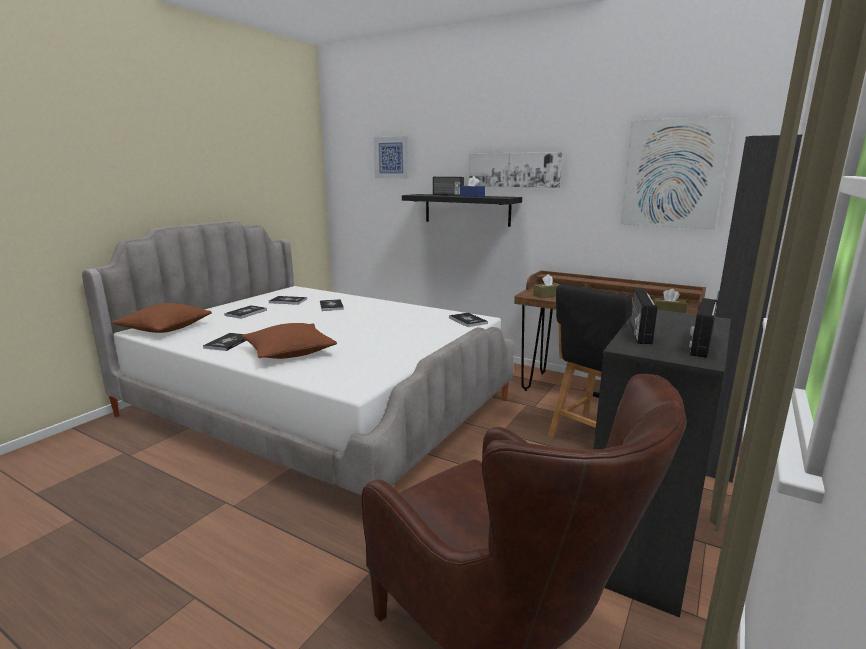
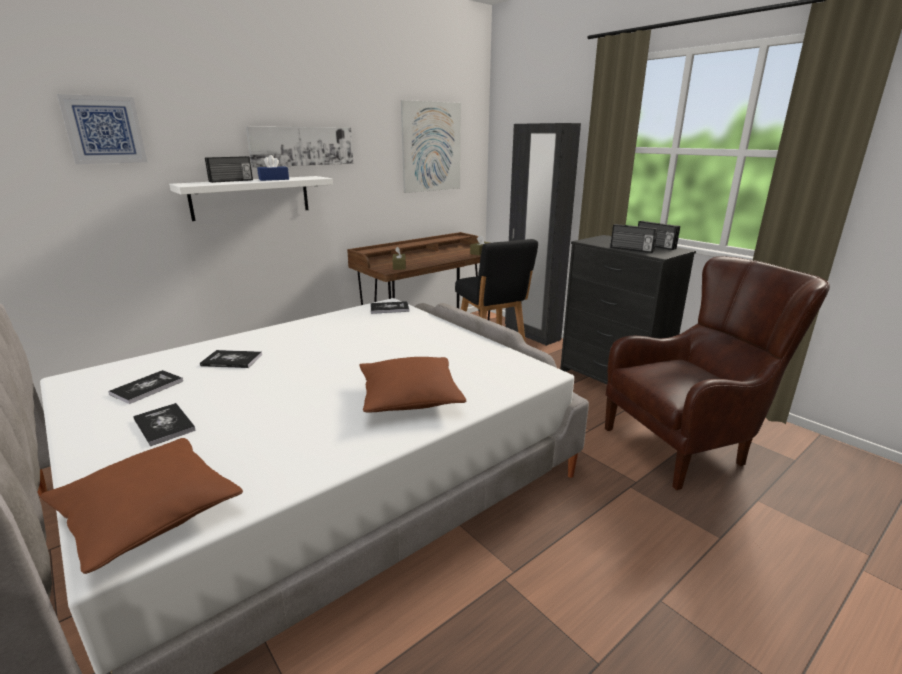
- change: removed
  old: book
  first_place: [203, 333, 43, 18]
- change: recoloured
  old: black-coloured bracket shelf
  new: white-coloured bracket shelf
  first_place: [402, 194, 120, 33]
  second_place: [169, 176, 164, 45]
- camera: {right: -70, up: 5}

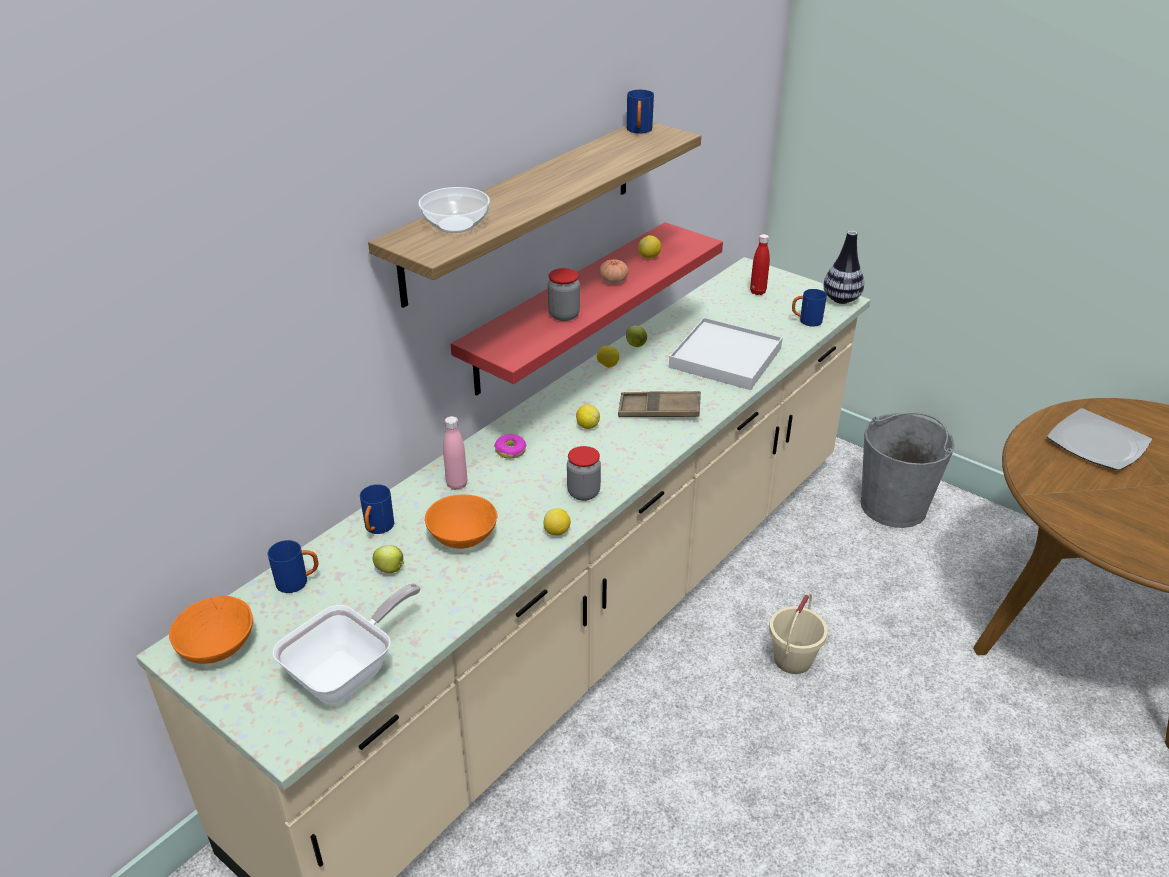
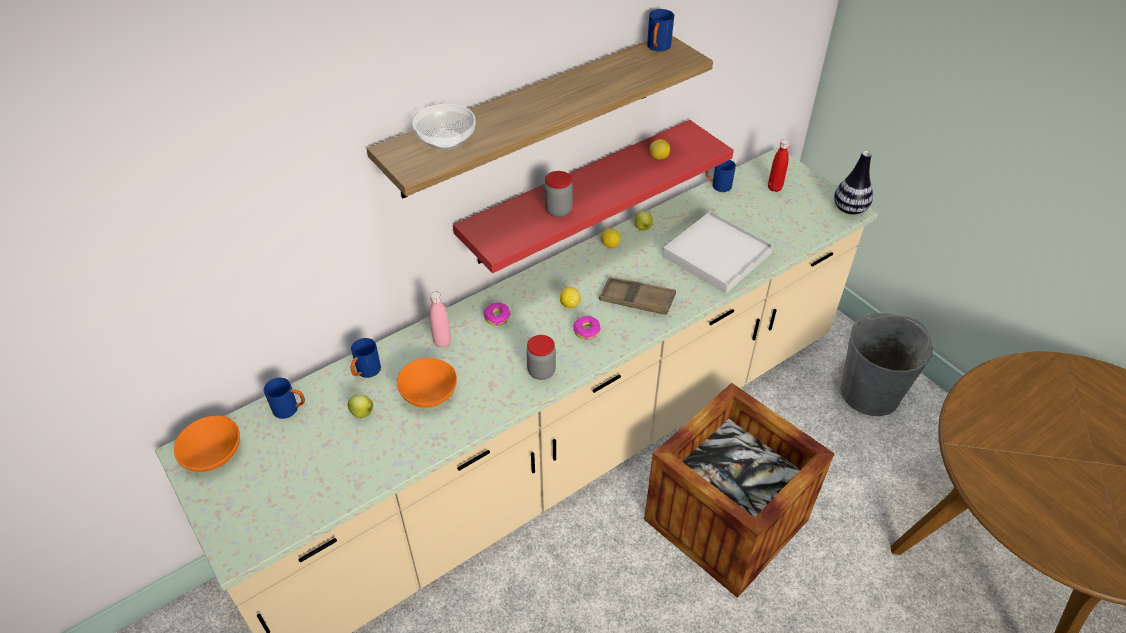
- change: removed
  old: skillet
  first_place: [273, 583, 148, 121]
- change: removed
  old: lemon
  first_place: [544, 508, 27, 27]
- change: removed
  old: whole tomato
  first_place: [599, 259, 30, 24]
- change: replaced
  old: sand-coloured water bucket
  new: packing crate
  first_place: [769, 593, 59, 81]
  second_place: [644, 383, 191, 215]
- change: moved
  old: blue tea mug
  first_place: [792, 289, 35, 38]
  second_place: [705, 160, 31, 32]
- change: removed
  old: flat dish
  first_place: [1047, 408, 105, 62]
- change: added
  new: doughnut
  second_place: [573, 316, 28, 24]
- camera: {right: 15, up: 10}

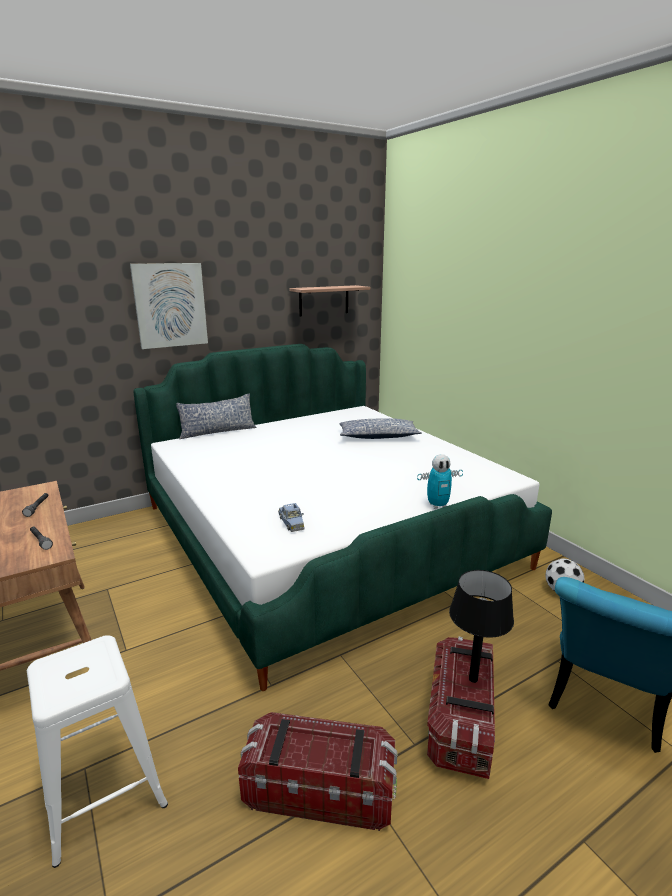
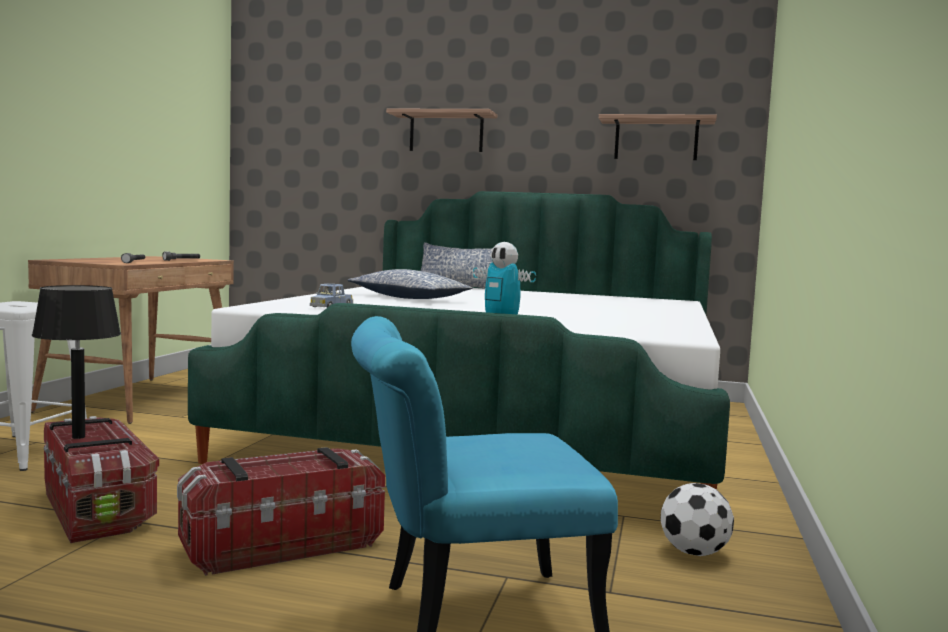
- change: replaced
  old: wall art
  new: bracket shelf
  first_place: [130, 263, 78, 86]
  second_place: [386, 109, 111, 43]
- change: moved
  old: cushion
  first_place: [339, 418, 83, 21]
  second_place: [348, 269, 124, 30]
- change: moved
  old: black-coloured table lamp
  first_place: [449, 570, 65, 113]
  second_place: [32, 285, 89, 154]
- camera: {right: 45, up: -15}

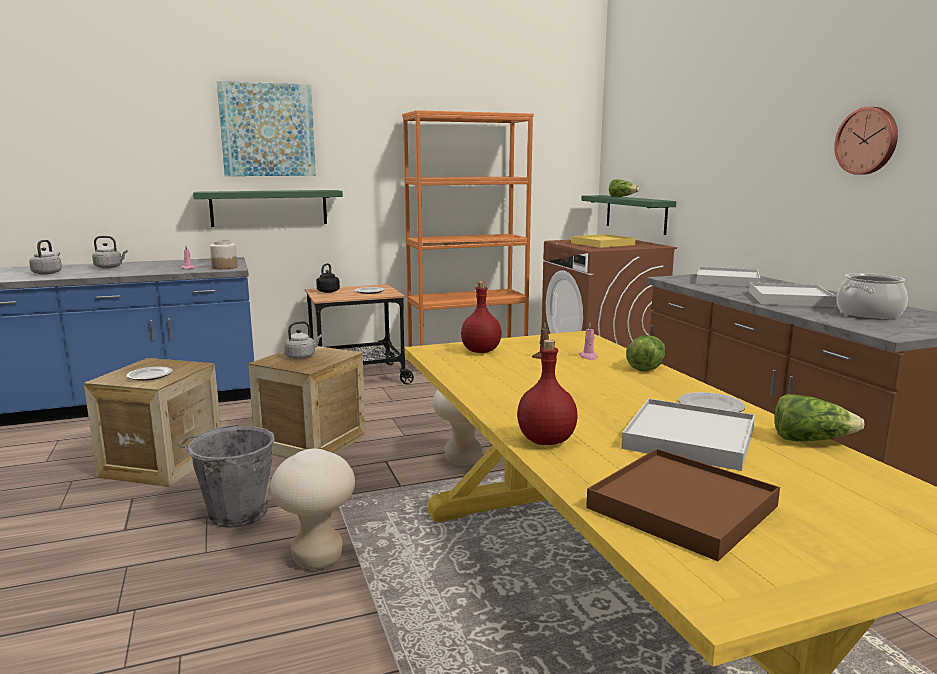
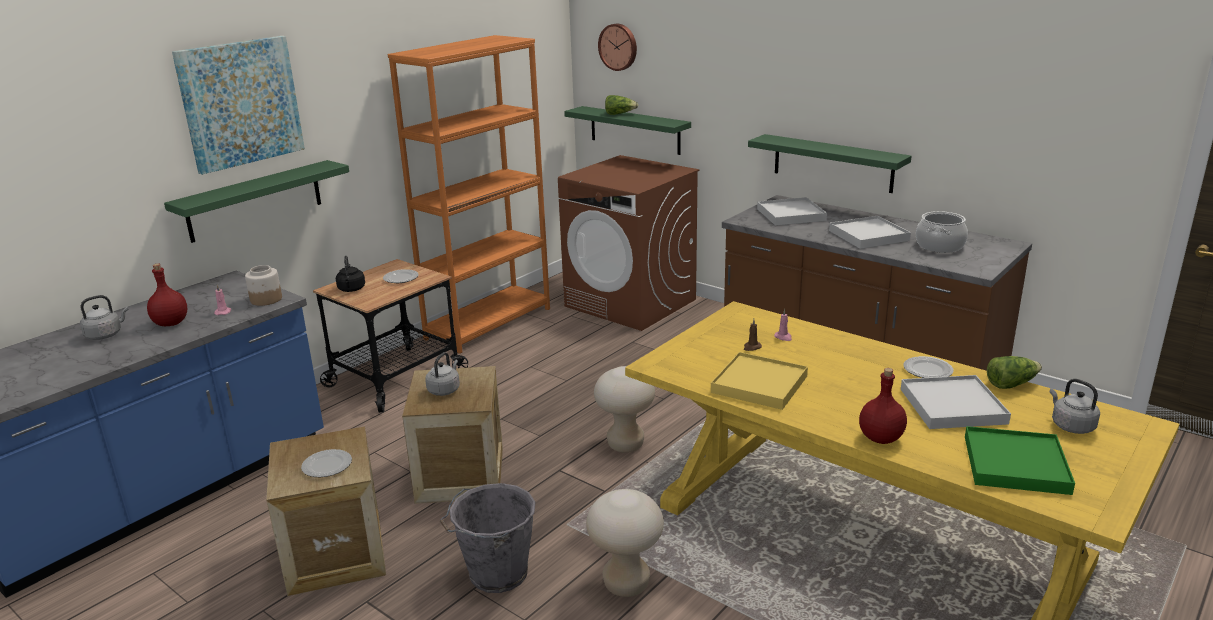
- change: moved
  old: greyish kettle
  first_place: [29, 240, 33, 35]
  second_place: [1050, 379, 50, 55]
- change: moved
  old: reddish beverage bottle
  first_place: [461, 282, 40, 71]
  second_place: [147, 264, 40, 62]
- change: moved
  old: yellow-coloured tray
  first_place: [571, 234, 65, 14]
  second_place: [711, 352, 97, 58]
- change: recoloured
  old: brown tray
  new: green tray
  first_place: [586, 449, 194, 112]
  second_place: [965, 426, 110, 69]
- change: removed
  old: lettuce head
  first_place: [626, 336, 40, 36]
- change: moved
  old: wall clock
  first_place: [834, 107, 64, 68]
  second_place: [598, 24, 39, 47]
- change: added
  new: green bracket shelf
  second_place: [748, 134, 163, 59]
- camera: {right: -30, up: 10}

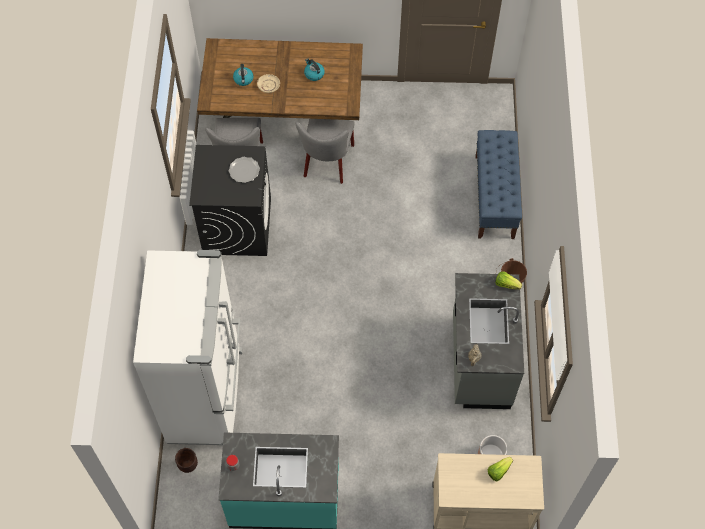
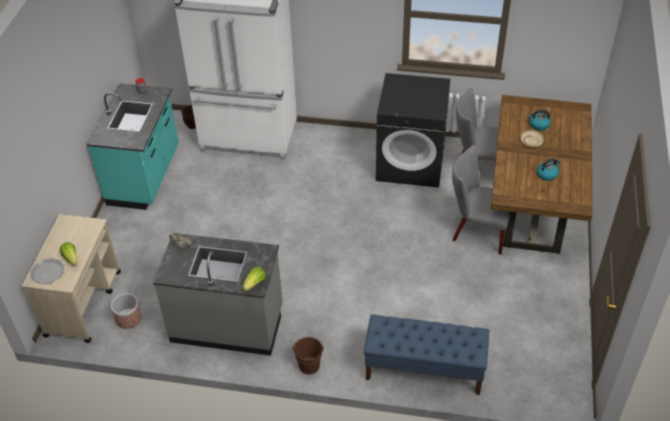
- change: moved
  old: flat dish
  first_place: [229, 157, 31, 26]
  second_place: [30, 258, 34, 26]
- camera: {right: 100, up: -15}

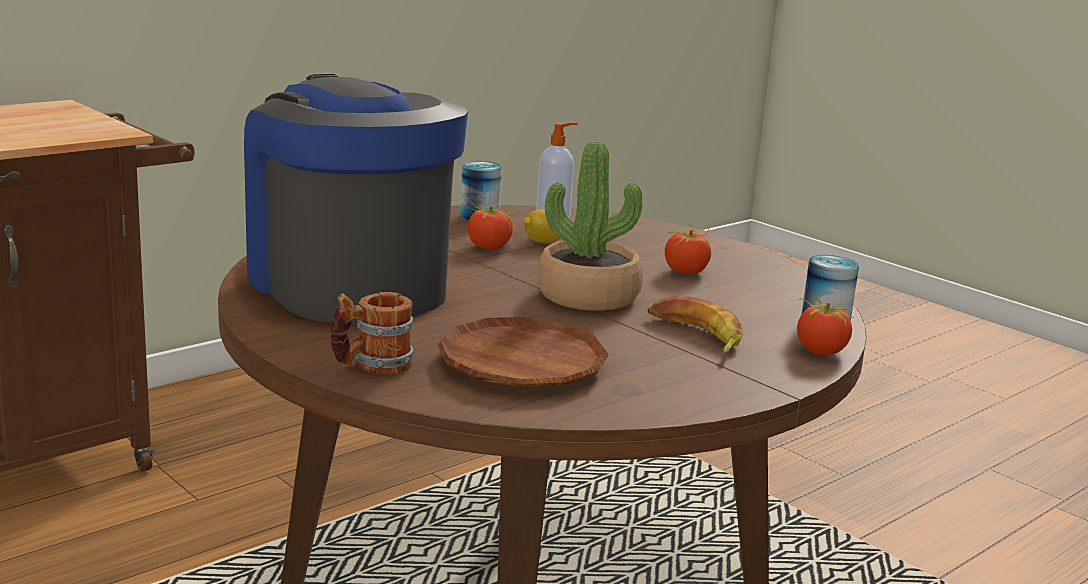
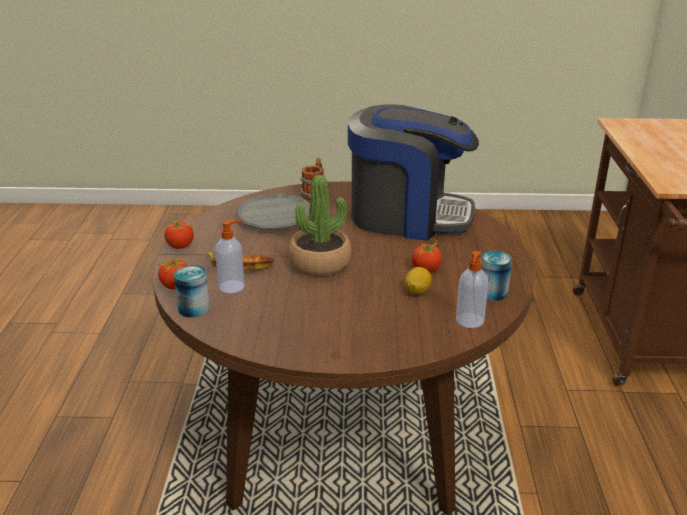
- change: recoloured
  old: brown flat dish
  new: greyish flat dish
  first_place: [438, 317, 171, 70]
  second_place: [235, 194, 75, 35]
- change: moved
  old: whole tomato
  first_place: [665, 225, 46, 49]
  second_place: [164, 220, 30, 29]
- change: added
  new: soap dispenser
  second_place: [215, 220, 30, 73]
- camera: {right: 135, up: 10}

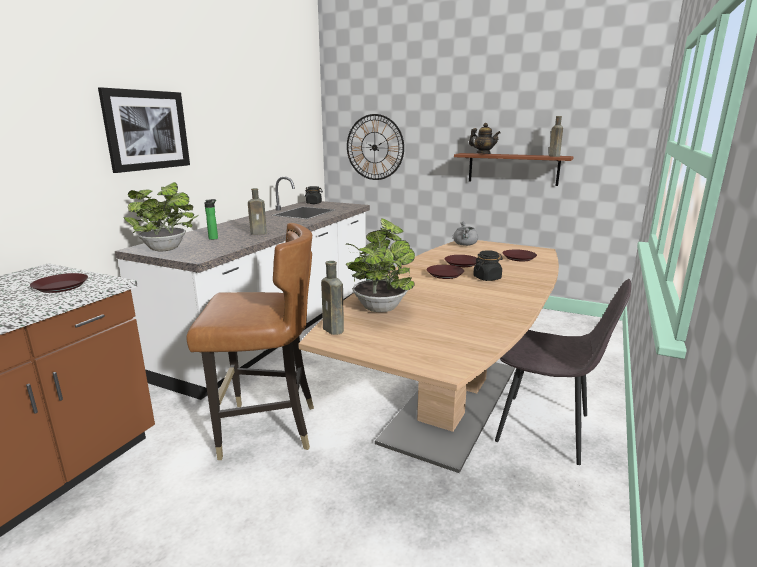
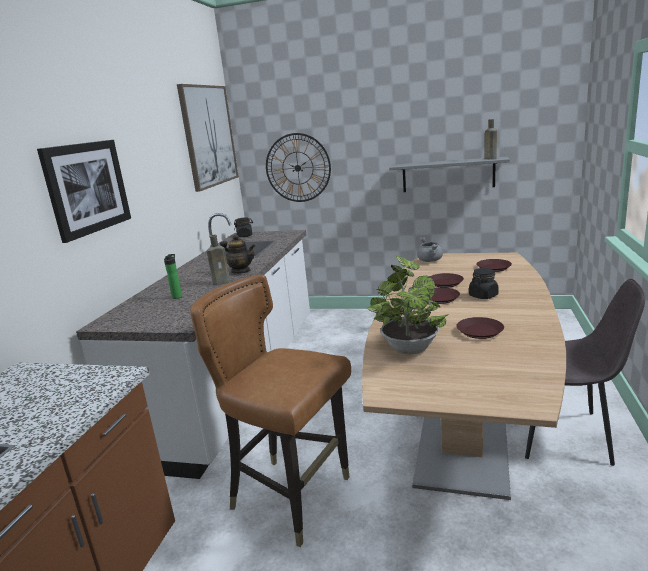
- change: moved
  old: brown flat dish
  first_place: [30, 273, 58, 20]
  second_place: [456, 317, 48, 22]
- change: removed
  old: houseplant
  first_place: [123, 182, 76, 69]
- change: turned
  old: brown upright chair
  first_place: [187, 223, 127, 237]
  second_place: [190, 274, 161, 273]
  degrees: -135
- change: removed
  old: brown beverage bottle
  first_place: [321, 261, 23, 74]
- change: recoloured
  old: brown bracket shelf
  new: greyish bracket shelf
  first_place: [454, 153, 120, 33]
  second_place: [389, 157, 121, 35]
- change: moved
  old: teapot
  first_place: [469, 123, 32, 31]
  second_place: [220, 234, 36, 40]
- change: added
  new: wall art
  second_place: [177, 84, 62, 108]
- camera: {right: -10, up: 0}

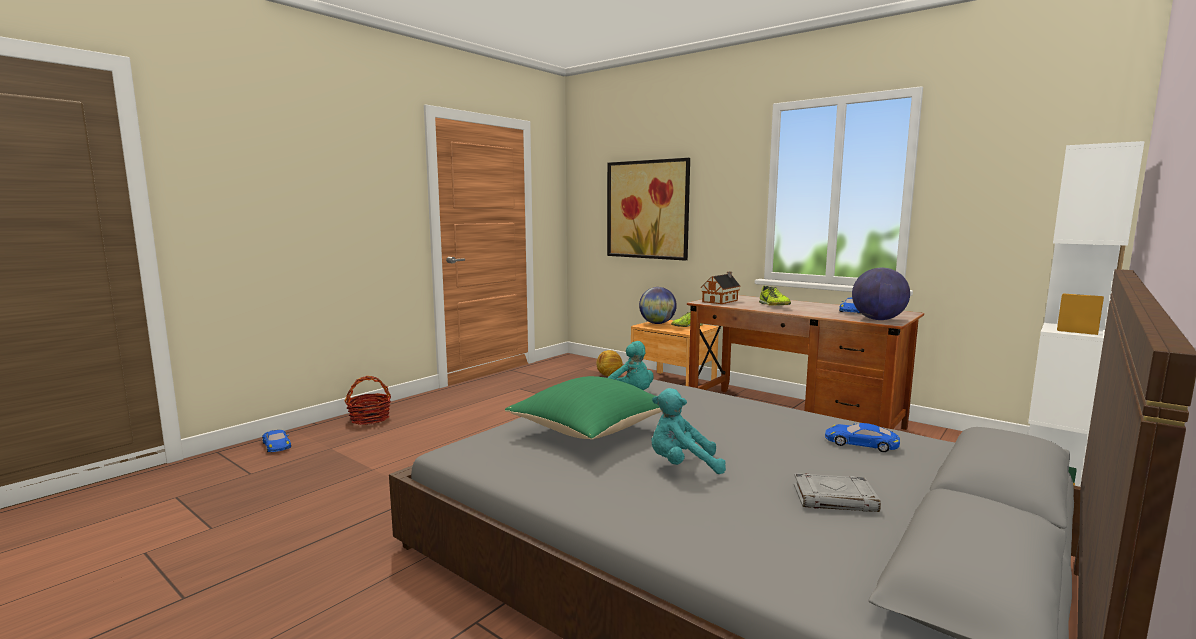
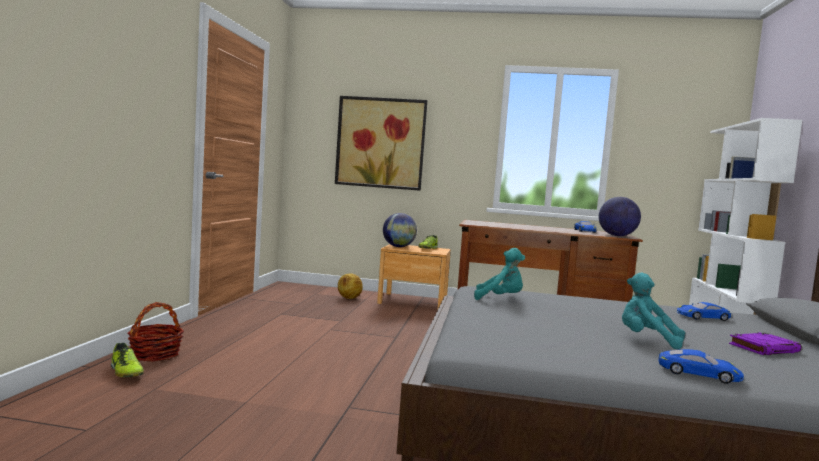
- change: moved
  old: blue toy car
  first_place: [262, 430, 29, 22]
  second_place: [658, 349, 86, 35]
- change: removed
  old: green cushion
  first_place: [505, 376, 157, 64]
- change: turned
  old: blue-green plush toy
  first_place: [651, 388, 75, 86]
  second_place: [622, 272, 63, 78]
  degrees: 60
- change: removed
  old: toy house
  first_place: [701, 272, 40, 32]
- change: moved
  old: low shoe
  first_place: [759, 286, 32, 20]
  second_place: [111, 343, 33, 34]
- change: recoloured
  old: greyish book
  new: purplish book
  first_place: [794, 473, 87, 39]
  second_place: [729, 332, 73, 23]
- camera: {right: -30, up: -5}

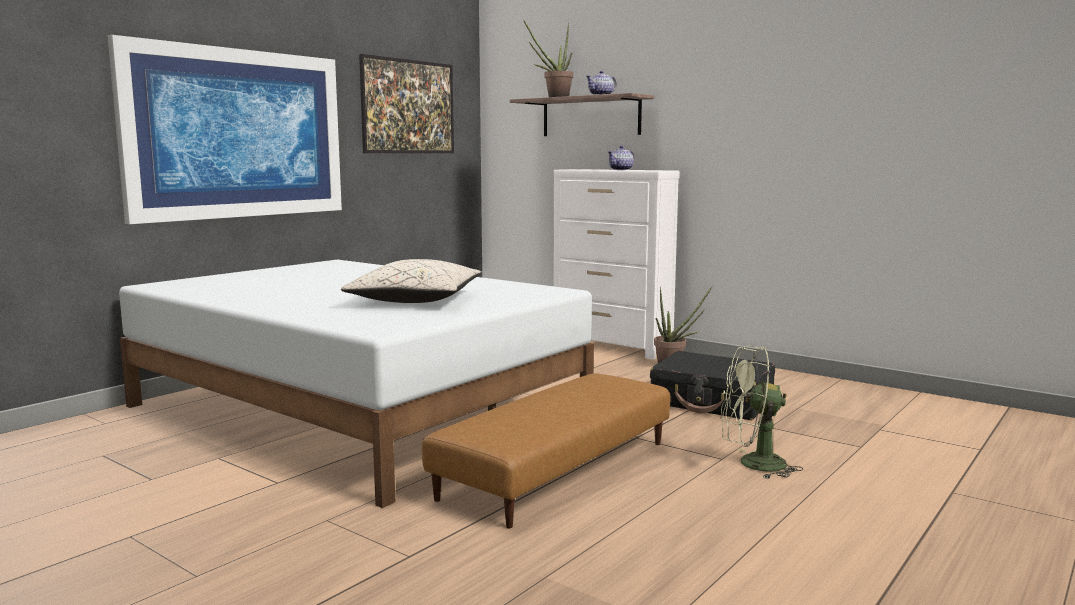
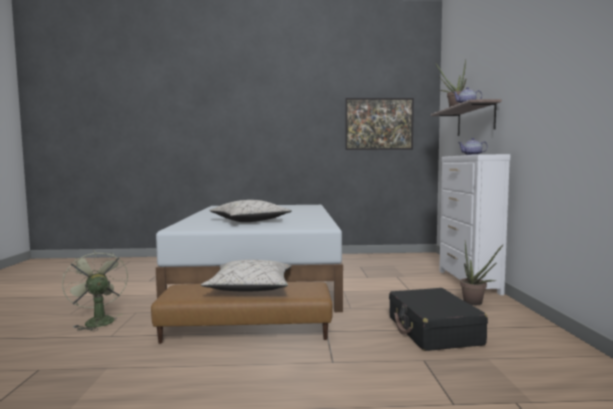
- change: removed
  old: wall art
  first_place: [108, 35, 234, 189]
- change: moved
  old: green cooling fan
  first_place: [720, 345, 83, 134]
  second_place: [62, 250, 66, 81]
- change: added
  new: sand-coloured cushion
  second_place: [201, 260, 91, 32]
- camera: {right: 50, up: -5}

